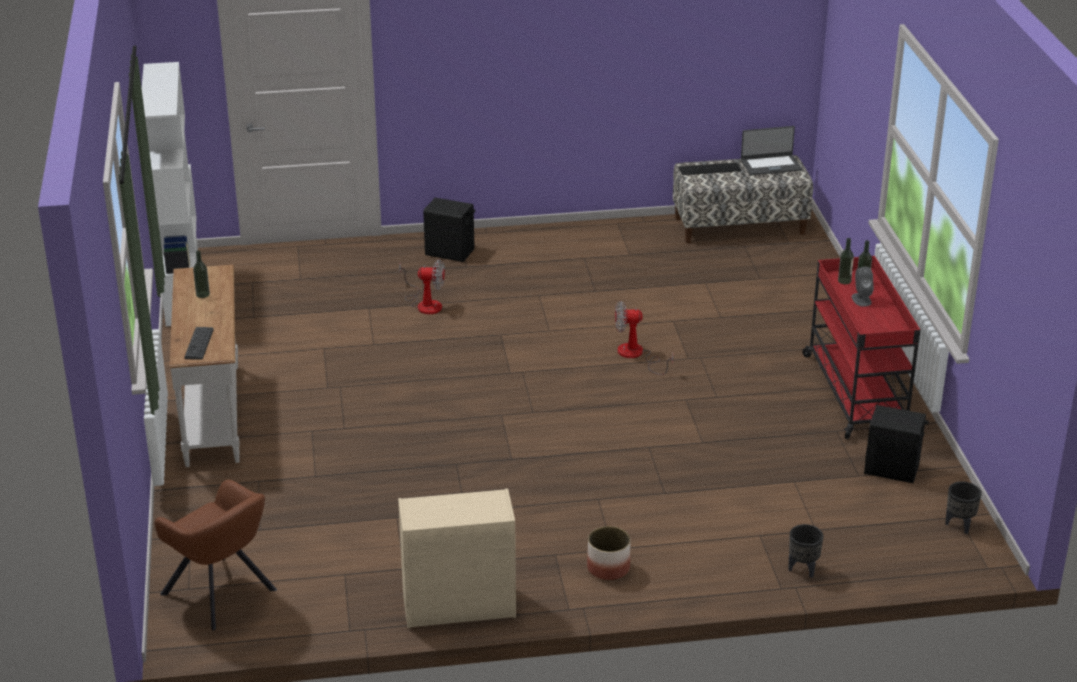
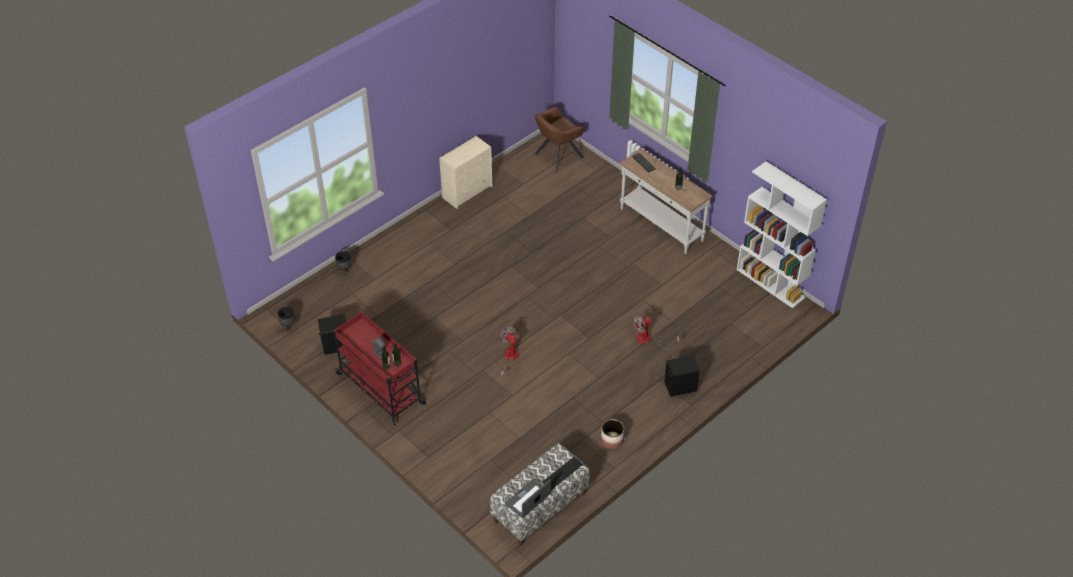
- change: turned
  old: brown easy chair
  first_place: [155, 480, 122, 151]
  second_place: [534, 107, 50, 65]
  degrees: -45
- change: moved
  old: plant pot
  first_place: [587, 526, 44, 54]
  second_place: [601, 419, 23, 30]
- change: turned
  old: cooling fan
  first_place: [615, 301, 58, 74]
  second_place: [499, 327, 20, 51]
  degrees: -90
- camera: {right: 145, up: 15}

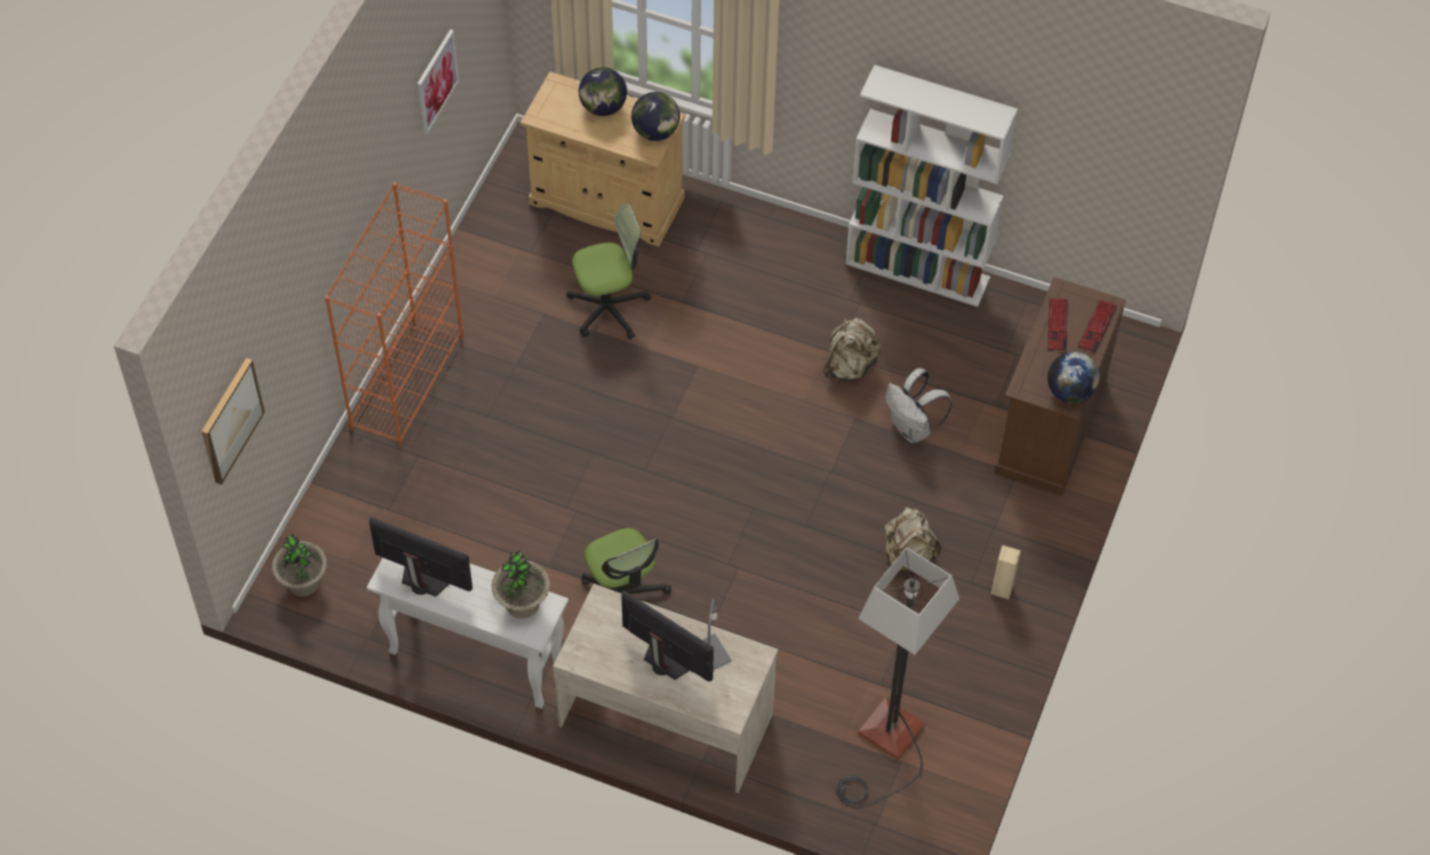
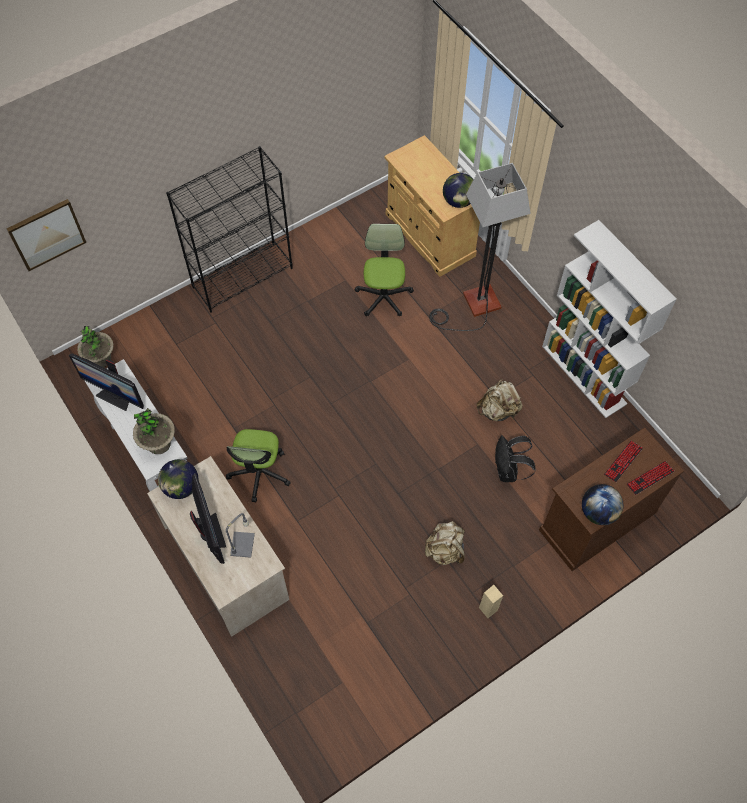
- change: recoloured
  old: orange bookcase
  new: black-coloured bookcase
  first_place: [325, 182, 138, 265]
  second_place: [166, 146, 127, 167]
- change: turned
  old: monitor
  first_place: [369, 517, 104, 80]
  second_place: [69, 353, 75, 58]
  degrees: 150
- change: removed
  old: wall art
  first_place: [417, 29, 42, 105]
- change: turned
  old: computer chair
  first_place: [567, 203, 84, 136]
  second_place: [354, 224, 60, 92]
  degrees: -105
- change: moved
  old: world globe
  first_place: [579, 67, 48, 49]
  second_place: [158, 459, 40, 40]
- change: moved
  old: floor lamp
  first_place: [836, 547, 124, 260]
  second_place: [429, 163, 102, 168]
- change: recoloured
  old: white-coloured knapsack
  new: black-coloured knapsack
  first_place: [885, 368, 67, 75]
  second_place: [495, 435, 41, 47]
- camera: {right: 35, up: 5}

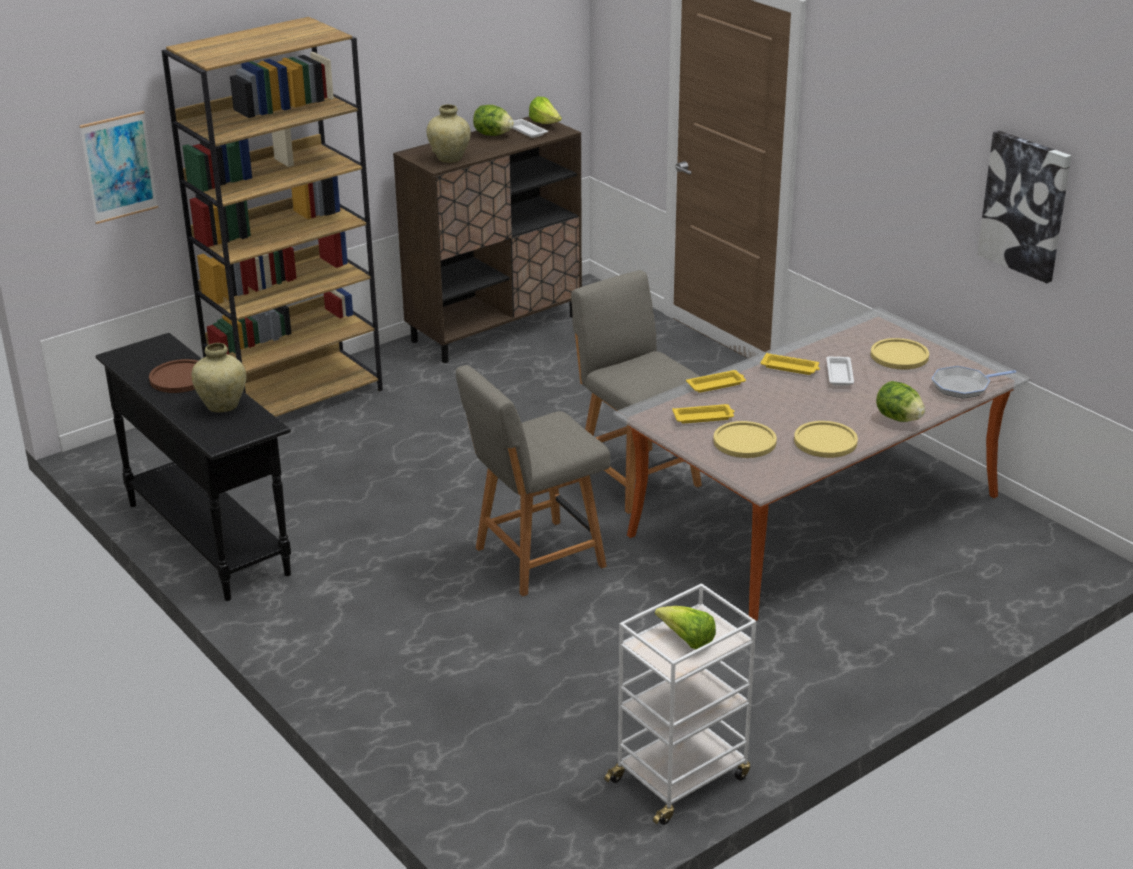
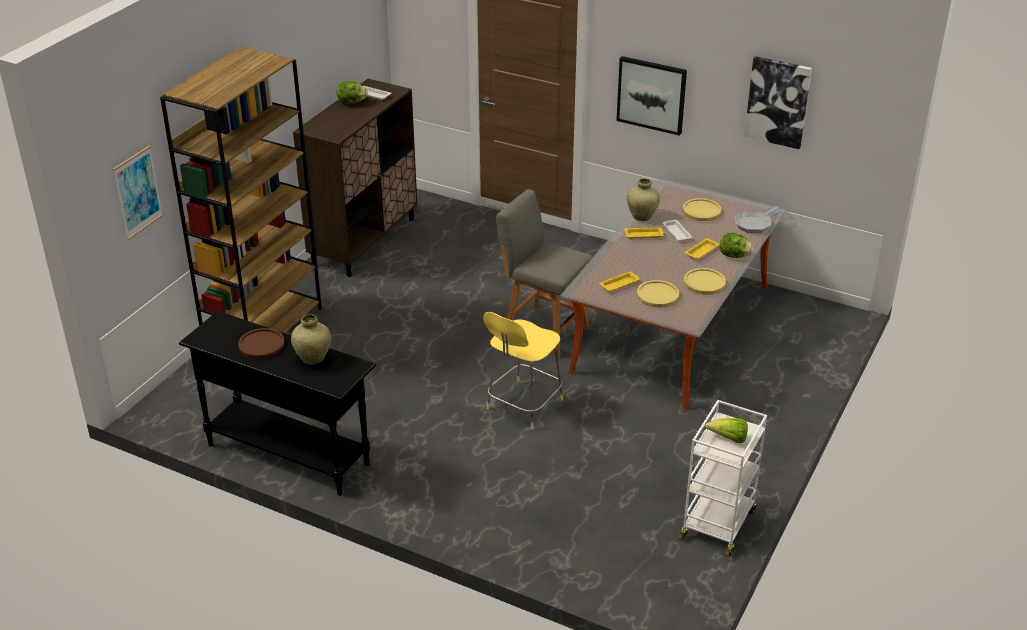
- change: moved
  old: sand-coloured vase
  first_place: [427, 104, 44, 59]
  second_place: [627, 178, 33, 43]
- change: replaced
  old: greyish upright chair
  new: yellow-coloured stool seat
  first_place: [456, 365, 154, 231]
  second_place: [483, 312, 80, 117]
- change: removed
  old: lettuce head
  first_place: [529, 97, 33, 27]
- change: moved
  old: yellow-coloured tray
  first_place: [686, 370, 60, 23]
  second_place: [684, 238, 36, 22]
- change: added
  new: wall art
  second_place: [616, 56, 71, 80]
- camera: {right: -25, up: 5}

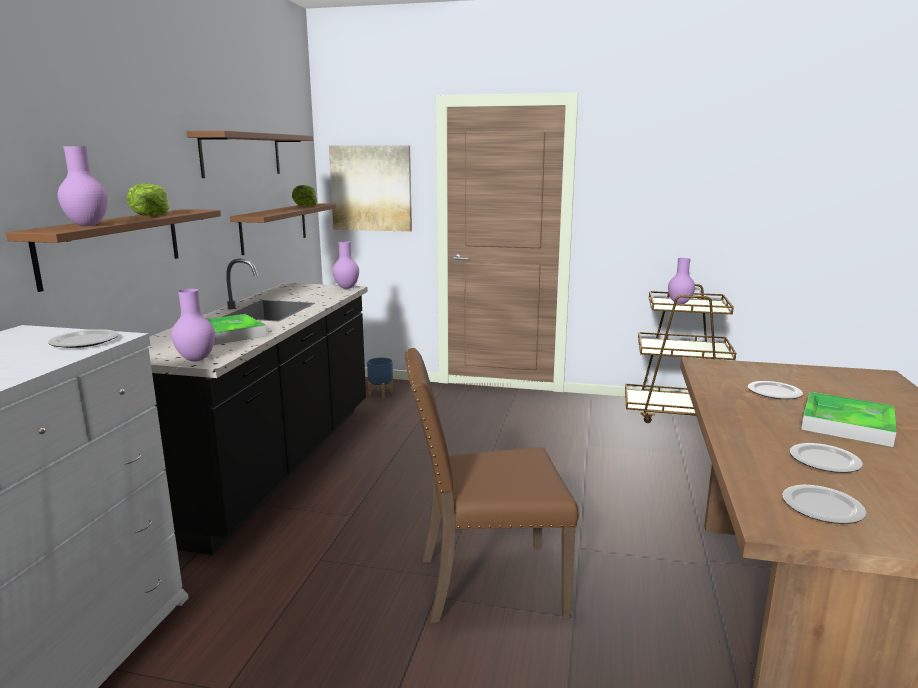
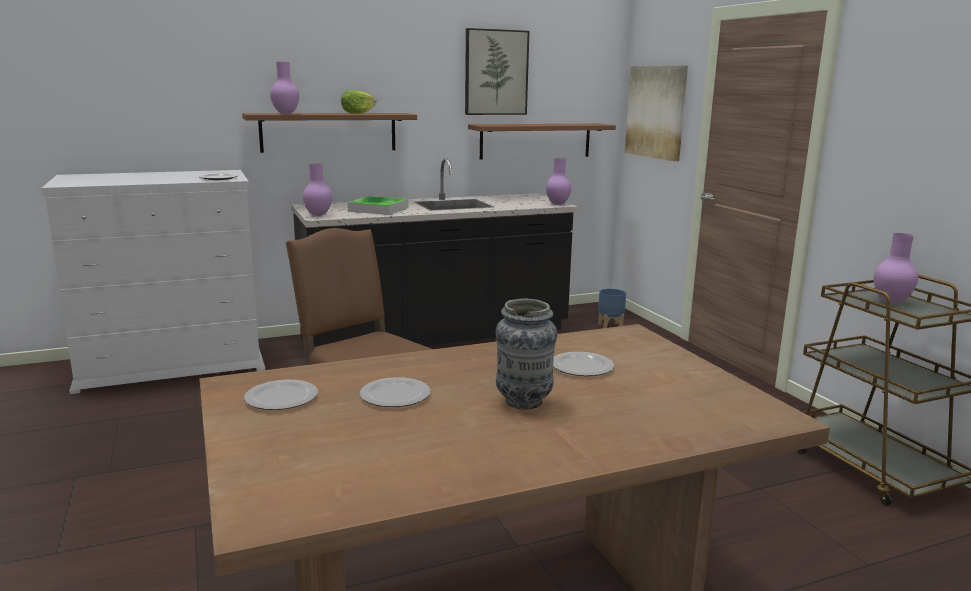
- change: replaced
  old: brown bracket shelf
  new: wall art
  first_place: [187, 131, 126, 47]
  second_place: [465, 28, 65, 87]
- change: removed
  old: lettuce head
  first_place: [292, 185, 25, 21]
- change: replaced
  old: tray
  new: vase
  first_place: [801, 392, 95, 55]
  second_place: [495, 298, 63, 112]
- camera: {right: 55, up: 0}

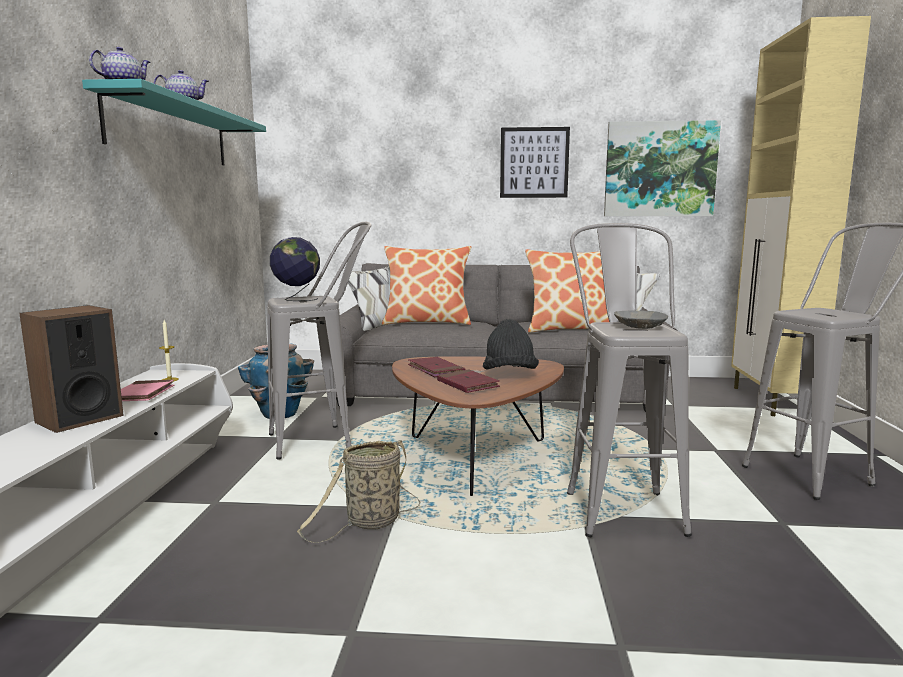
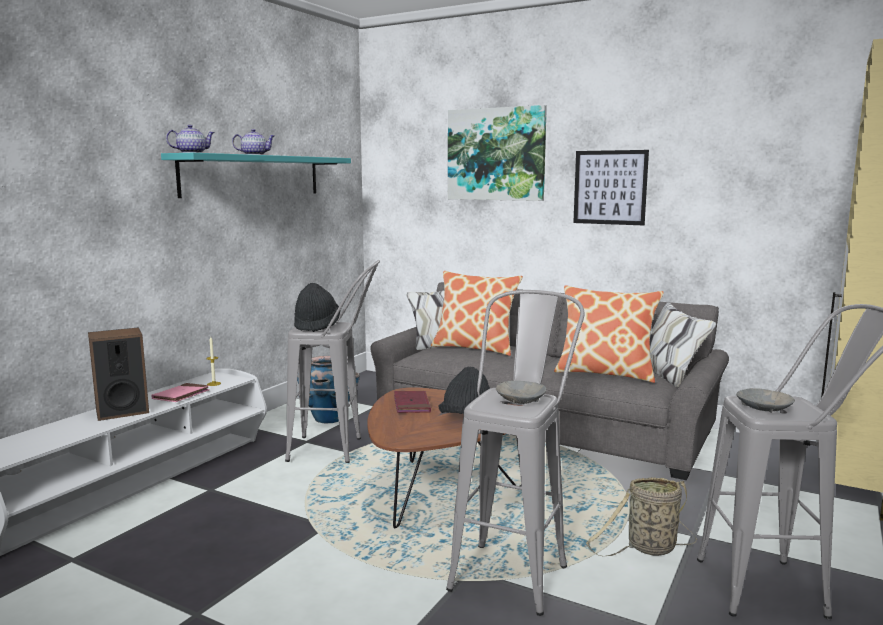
- change: replaced
  old: world globe
  new: black-coloured hat
  first_place: [270, 237, 50, 64]
  second_place: [294, 283, 46, 49]
- change: moved
  old: household basket
  first_place: [297, 440, 124, 103]
  second_place: [586, 477, 111, 80]
- change: removed
  old: reddish book
  first_place: [437, 370, 63, 23]
- change: moved
  old: wall art
  first_place: [604, 120, 117, 96]
  second_place: [448, 105, 99, 96]
- change: added
  new: greyish serving bowl
  second_place: [736, 388, 59, 25]
- camera: {right: 25, up: 0}

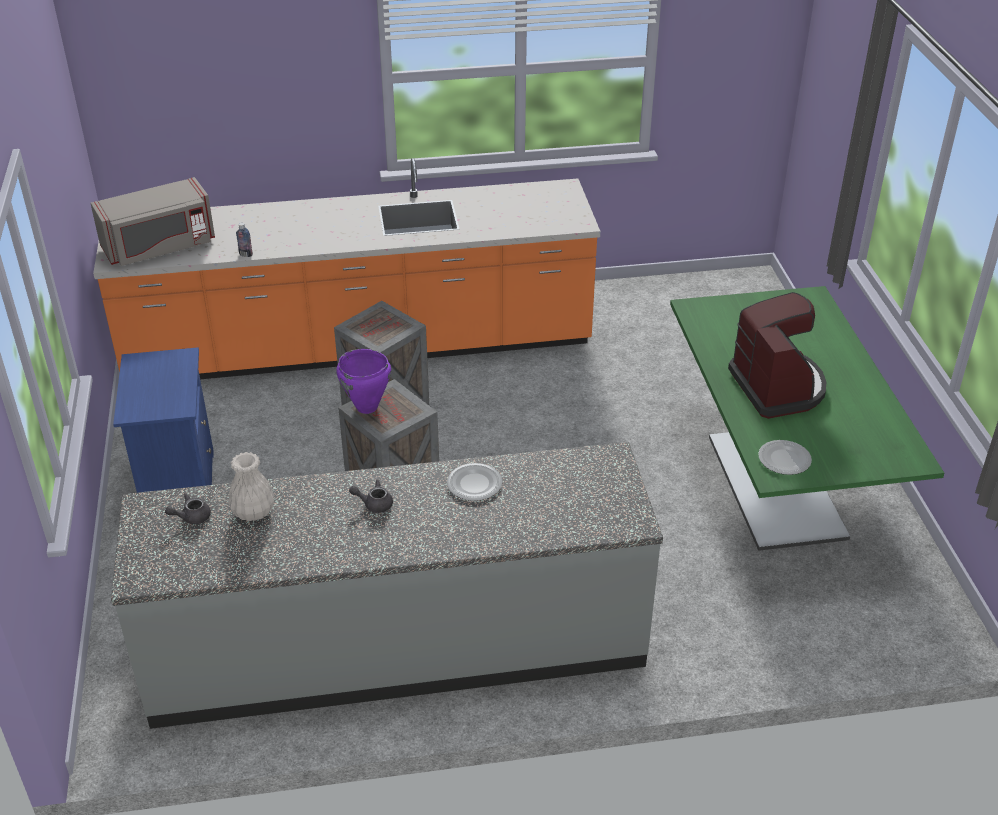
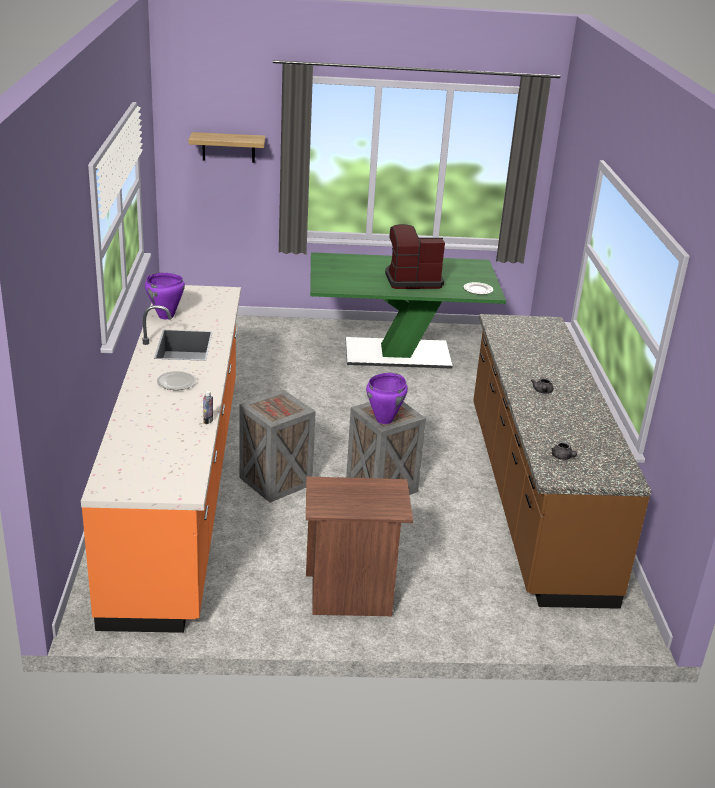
- change: removed
  old: greyish kitchen microwave
  first_place: [90, 177, 125, 89]
- change: recoloured
  old: greyish kitchen counter
  new: brown kitchen counter
  first_place: [111, 442, 552, 287]
  second_place: [473, 314, 179, 295]
- change: recoloured
  old: blue night table
  new: brown night table
  first_place: [113, 347, 101, 146]
  second_place: [306, 476, 107, 140]
- change: removed
  old: white-coloured vase
  first_place: [228, 452, 46, 69]
- change: moved
  old: flat dish
  first_place: [447, 463, 55, 38]
  second_place: [157, 371, 40, 19]
- change: added
  new: purplish stockpot
  second_place: [145, 273, 40, 46]
- change: added
  new: bracket shelf
  second_place: [189, 132, 76, 31]
- camera: {right: -85, up: -10}

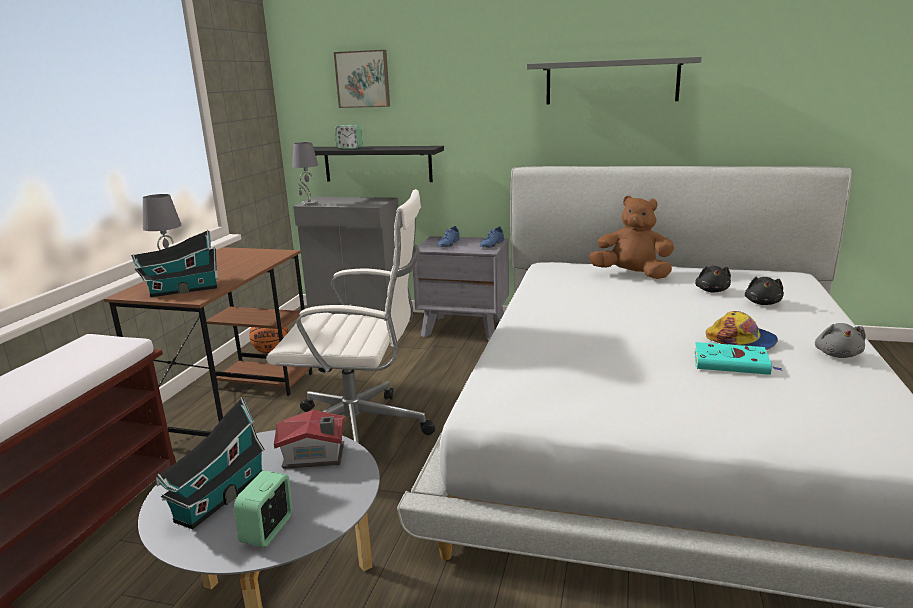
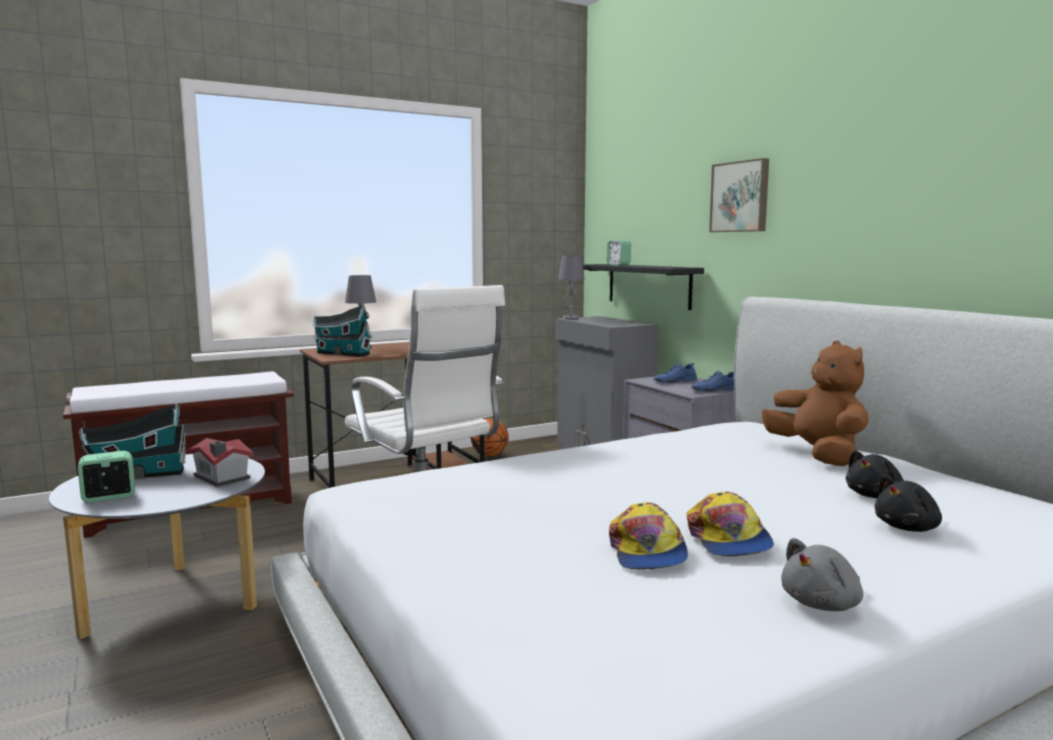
- change: moved
  old: wall art
  first_place: [334, 50, 56, 58]
  second_place: [709, 158, 60, 74]
- change: removed
  old: greyish bracket shelf
  first_place: [527, 57, 175, 47]
- change: replaced
  old: blue-green book
  new: baseball cap
  first_place: [695, 342, 87, 33]
  second_place: [609, 502, 79, 68]
- camera: {right: 45, up: -10}

